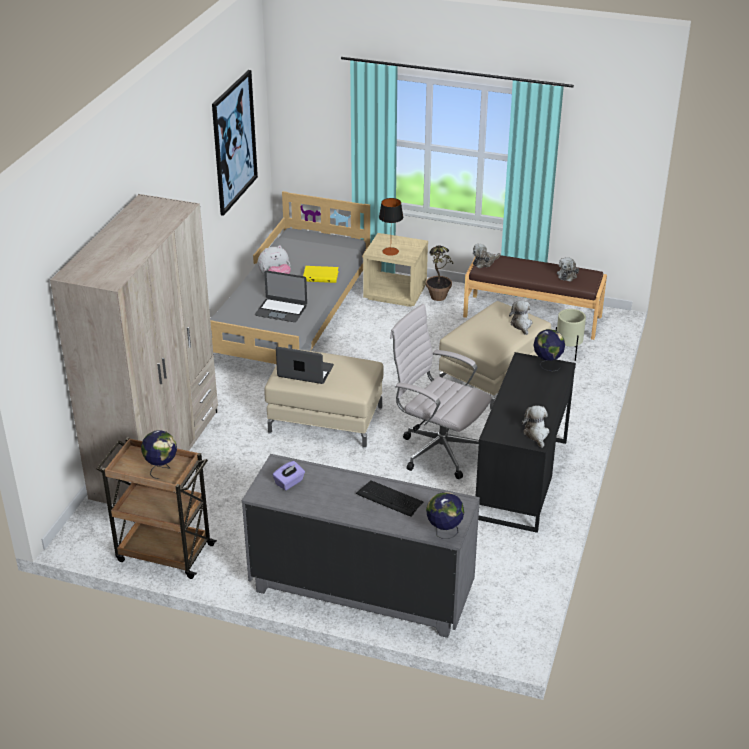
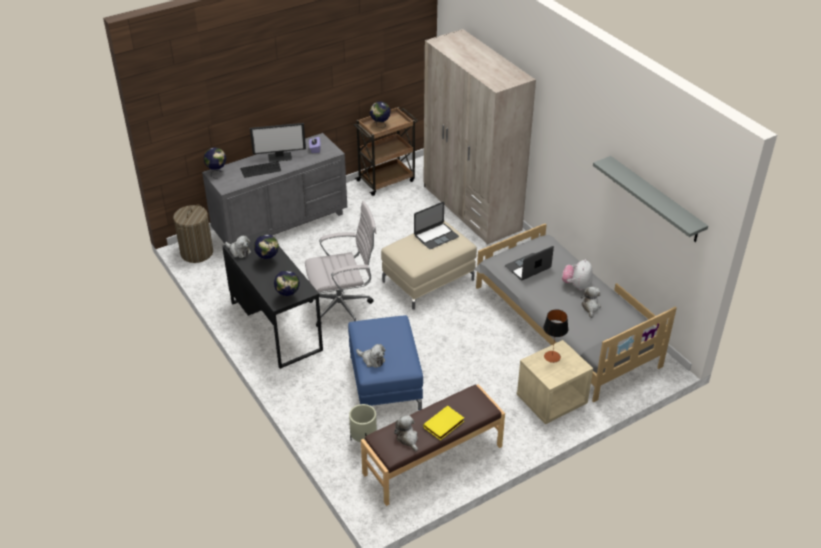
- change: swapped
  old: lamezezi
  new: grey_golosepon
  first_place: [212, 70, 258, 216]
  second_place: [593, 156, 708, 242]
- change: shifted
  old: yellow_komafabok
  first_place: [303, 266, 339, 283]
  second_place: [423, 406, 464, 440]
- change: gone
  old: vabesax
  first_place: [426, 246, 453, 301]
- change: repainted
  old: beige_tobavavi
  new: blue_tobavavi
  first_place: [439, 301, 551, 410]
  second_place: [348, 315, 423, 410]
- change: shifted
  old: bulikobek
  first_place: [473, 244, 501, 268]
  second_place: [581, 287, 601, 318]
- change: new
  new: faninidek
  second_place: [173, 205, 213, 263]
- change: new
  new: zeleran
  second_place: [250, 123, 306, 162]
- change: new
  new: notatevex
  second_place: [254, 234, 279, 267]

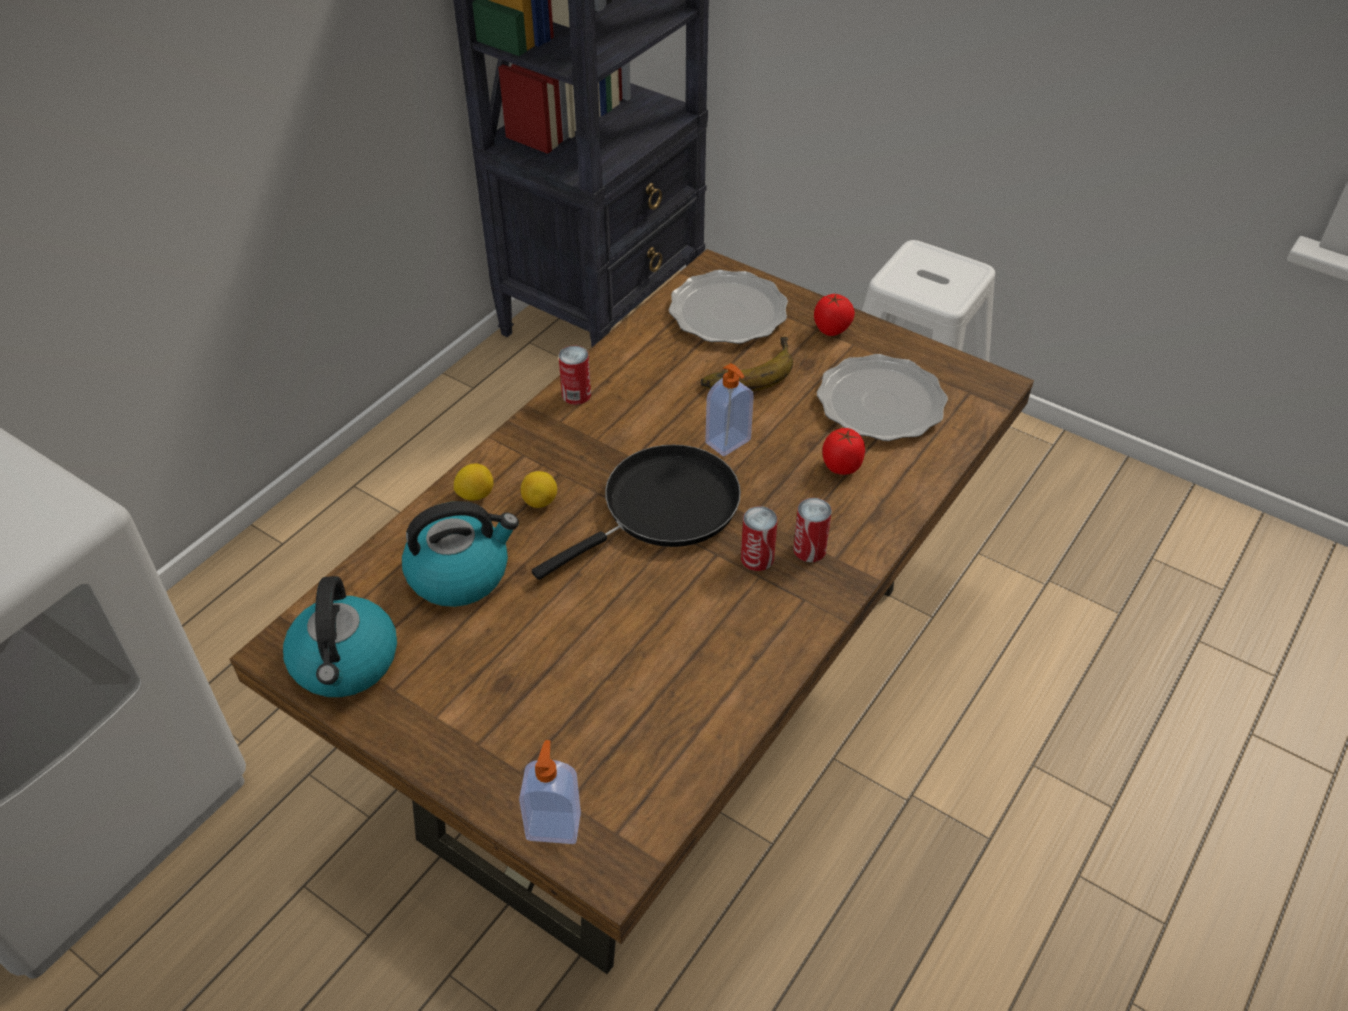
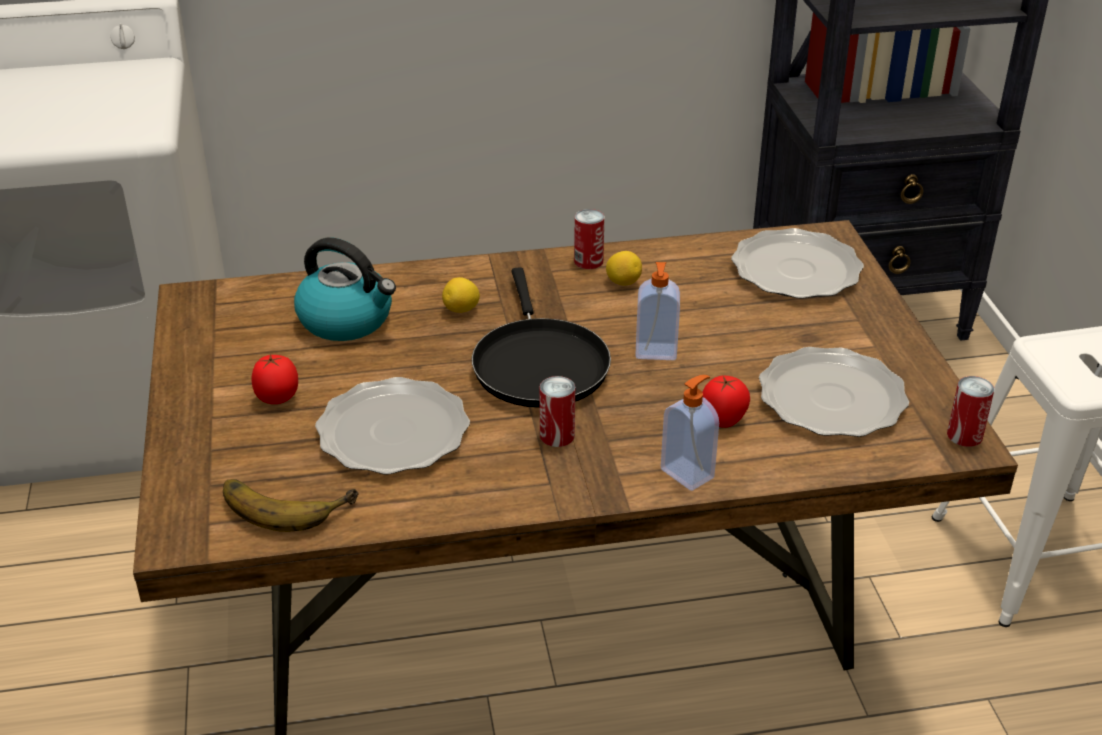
- change: gone
  old: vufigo
  first_place: [283, 576, 397, 697]
- change: shifted
  old: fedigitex
  first_place: [454, 464, 494, 501]
  second_place: [606, 251, 642, 285]
- change: shifted
  old: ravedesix
  first_place: [519, 740, 581, 844]
  second_place: [661, 375, 719, 491]
- change: rotated
  old: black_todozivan
  first_place: [532, 445, 741, 580]
  second_place: [472, 267, 611, 408]
  degrees: 75
- change: shifted
  old: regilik
  first_place: [700, 337, 793, 391]
  second_place: [223, 479, 359, 532]
- change: shifted
  old: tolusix
  first_place: [793, 498, 832, 562]
  second_place: [947, 376, 995, 447]
- change: shifted
  old: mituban
  first_place: [814, 294, 855, 336]
  second_place: [251, 353, 298, 404]
- change: new
  new: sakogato
  second_place: [315, 377, 470, 474]

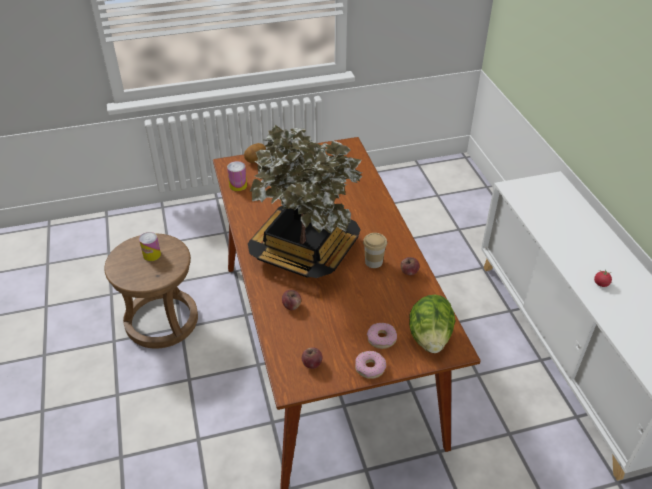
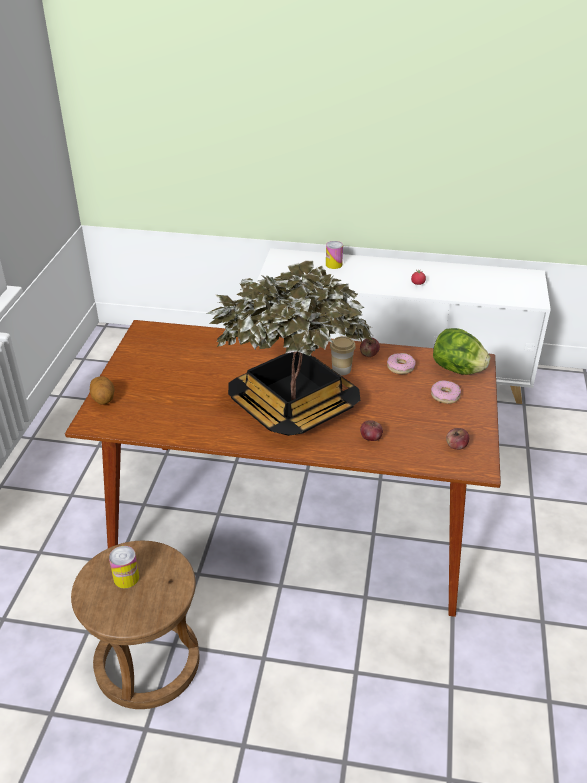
- change: shifted
  old: tolusix
  first_place: [227, 161, 247, 191]
  second_place: [326, 241, 343, 269]
- change: shifted
  old: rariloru
  first_place: [355, 351, 386, 379]
  second_place: [387, 353, 416, 374]

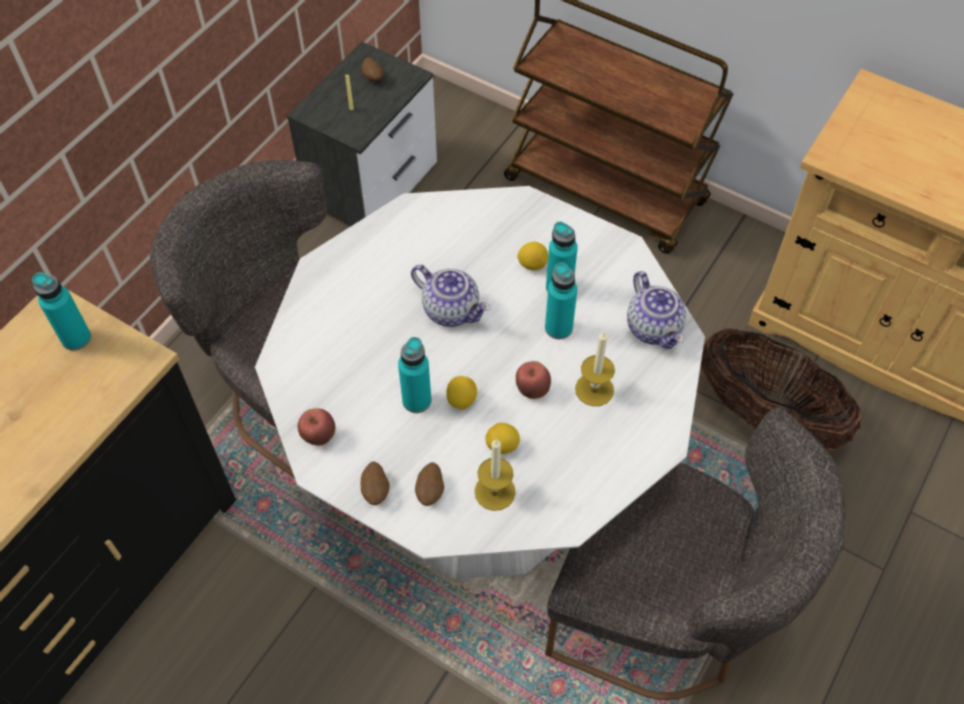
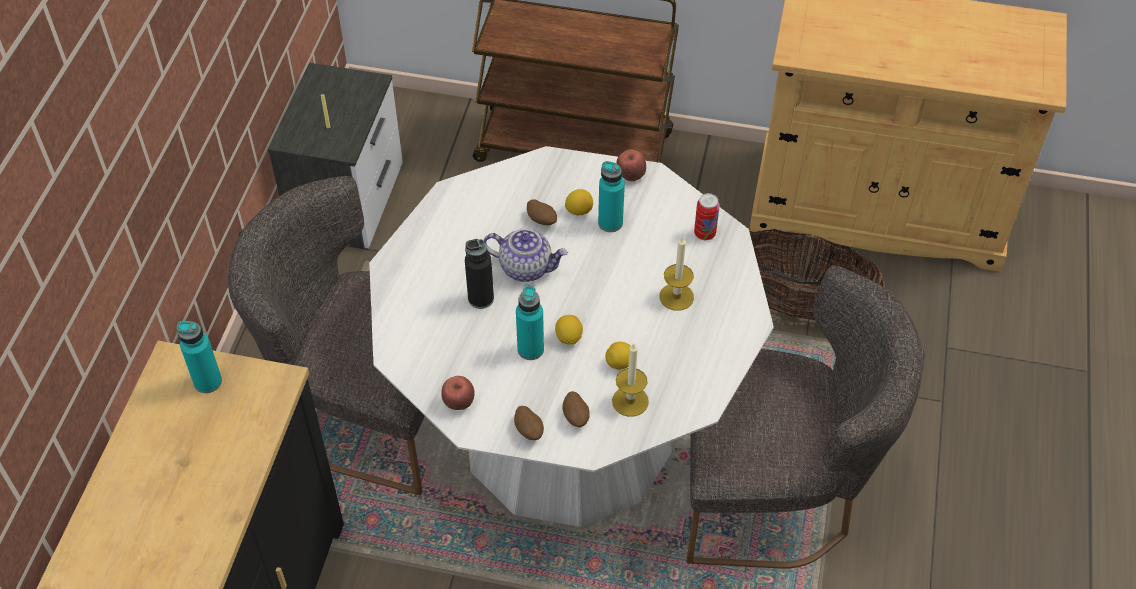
- change: shifted
  old: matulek
  first_place: [362, 57, 383, 81]
  second_place: [527, 199, 557, 225]
- change: shifted
  old: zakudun
  first_place: [516, 361, 551, 399]
  second_place: [616, 149, 646, 181]
- change: gone
  old: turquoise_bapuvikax
  first_place: [545, 262, 577, 339]
- change: swapped
  old: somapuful
  new: tolusix
  first_place: [627, 271, 686, 349]
  second_place: [694, 193, 720, 240]
- change: new
  new: black_bapuvikax
  second_place: [465, 239, 494, 309]

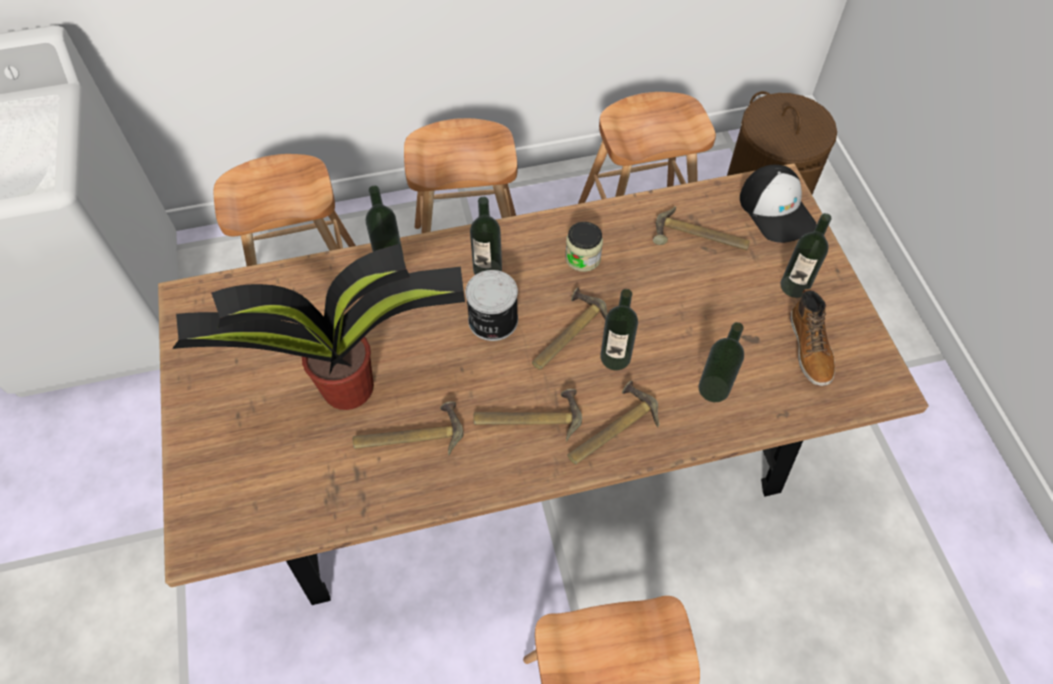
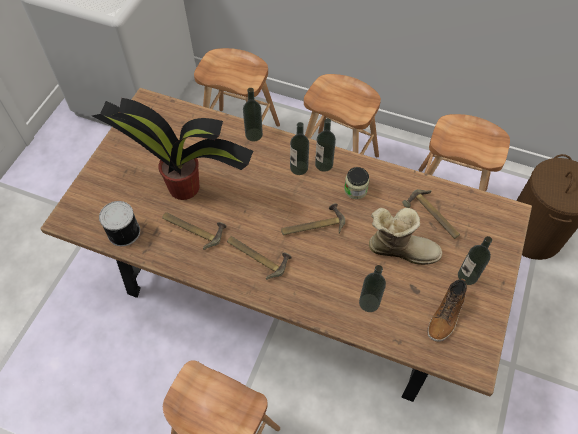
- change: shifted
  old: tolusix
  first_place: [465, 270, 518, 341]
  second_place: [99, 201, 140, 246]
- change: gone
  old: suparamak
  first_place: [568, 380, 659, 464]
- change: shifted
  old: bapuvikax
  first_place: [600, 289, 638, 370]
  second_place: [315, 118, 336, 172]
- change: gone
  old: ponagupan
  first_place: [740, 165, 817, 243]
- change: new
  new: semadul
  second_place: [369, 208, 442, 265]

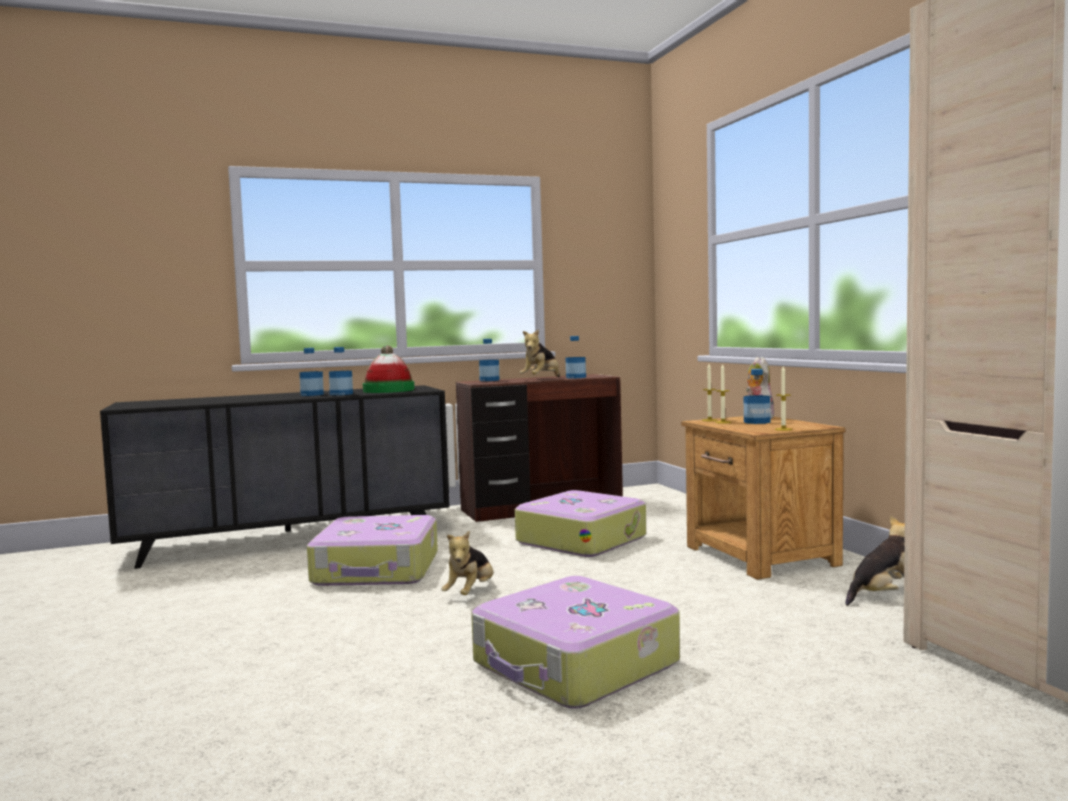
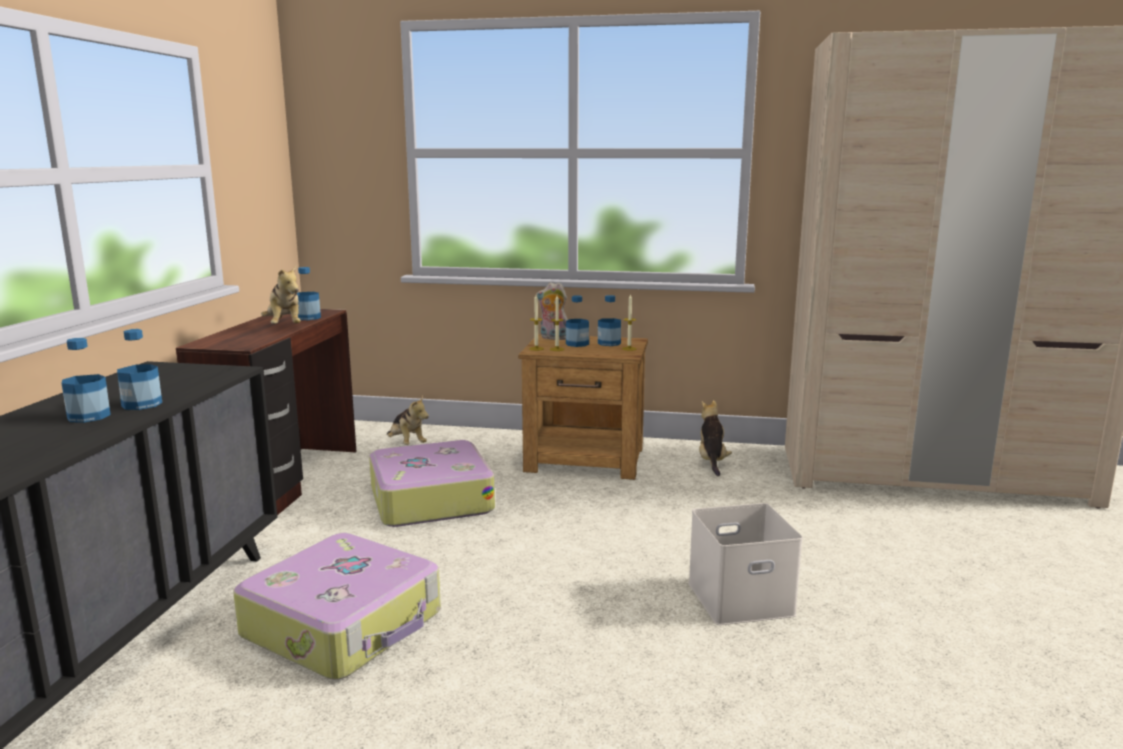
- change: gone
  old: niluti
  first_place: [363, 345, 415, 393]
- change: shifted
  old: bulikobek
  first_place: [441, 530, 493, 595]
  second_place: [387, 396, 429, 445]
- change: swapped
  old: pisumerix
  new: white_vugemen
  first_place: [471, 576, 680, 709]
  second_place: [688, 503, 803, 625]
- change: shifted
  old: bapuvikax
  first_place: [479, 339, 499, 381]
  second_place: [598, 295, 621, 346]

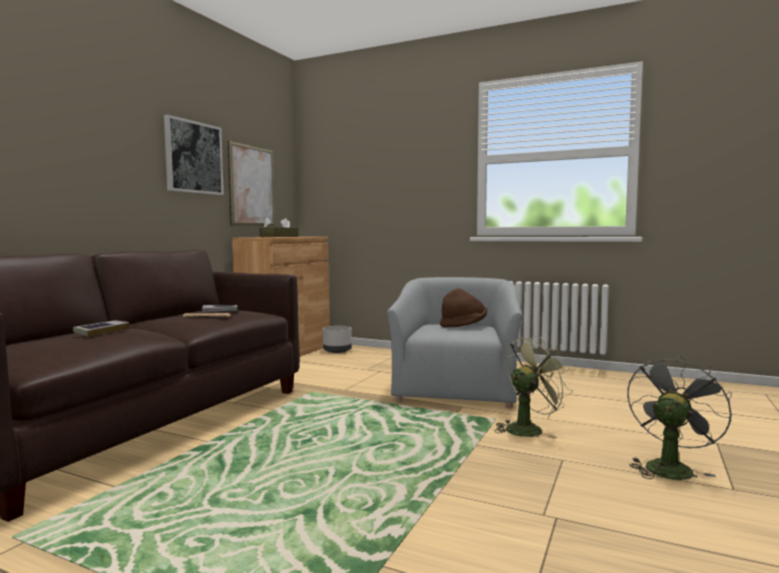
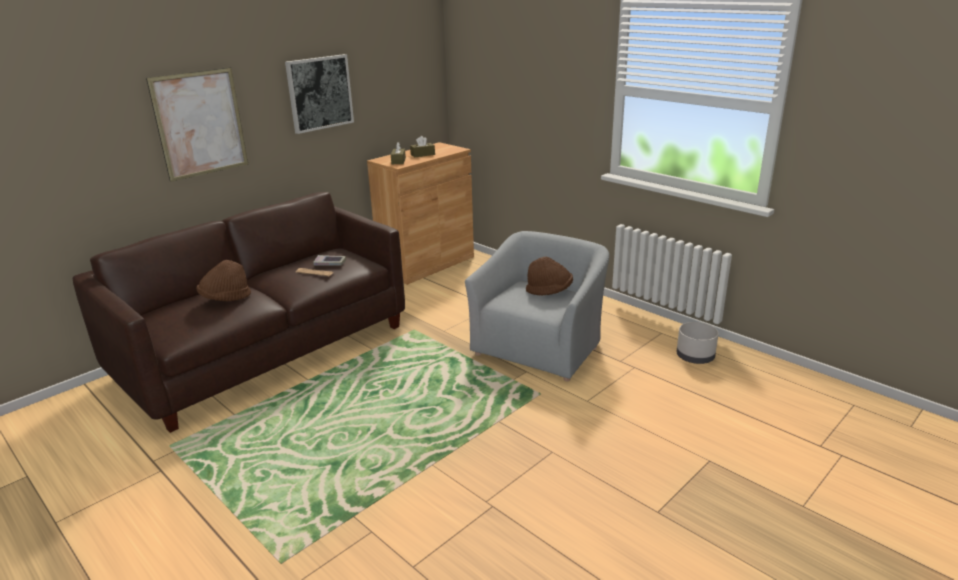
- change: swapped
  old: komafabok
  new: brown_niluti
  first_place: [73, 321, 129, 337]
  second_place: [196, 260, 251, 301]
- change: shifted
  old: lamezezi
  first_place: [228, 141, 275, 226]
  second_place: [146, 67, 248, 182]
- change: shifted
  old: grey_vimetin
  first_place: [323, 326, 352, 353]
  second_place: [677, 322, 719, 364]
- change: gone
  old: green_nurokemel
  first_place: [495, 335, 573, 439]
- change: gone
  old: grey_nurokemel
  first_place: [627, 355, 732, 480]

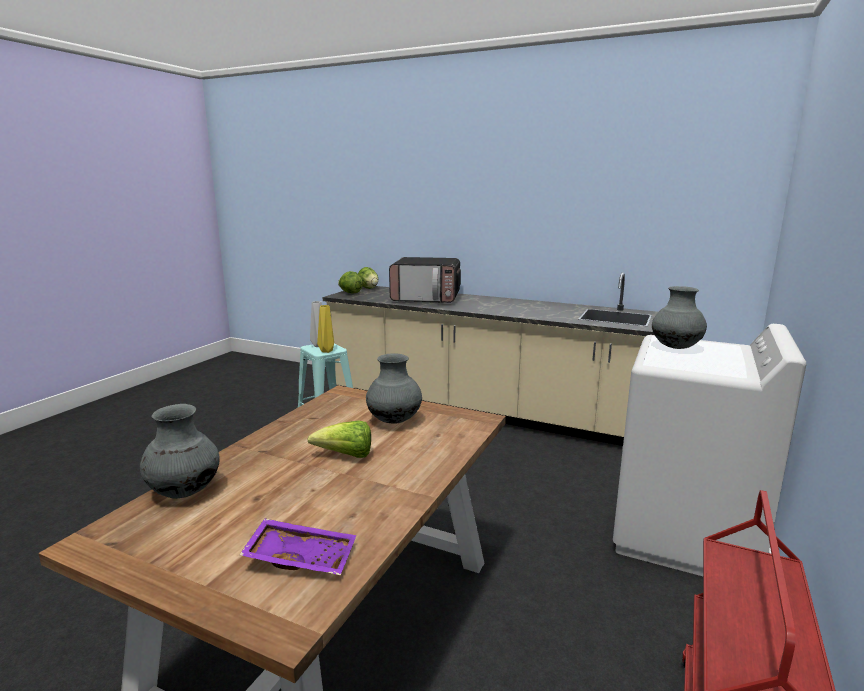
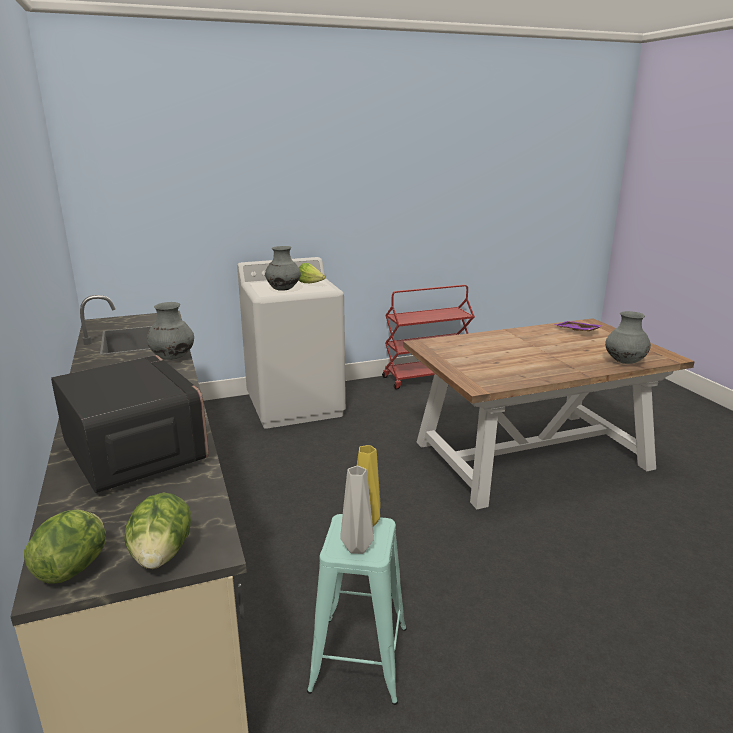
- change: shifted
  old: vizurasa
  first_place: [307, 420, 371, 458]
  second_place: [299, 263, 325, 284]
- change: shifted
  old: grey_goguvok
  first_place: [366, 353, 422, 424]
  second_place: [147, 302, 194, 360]

